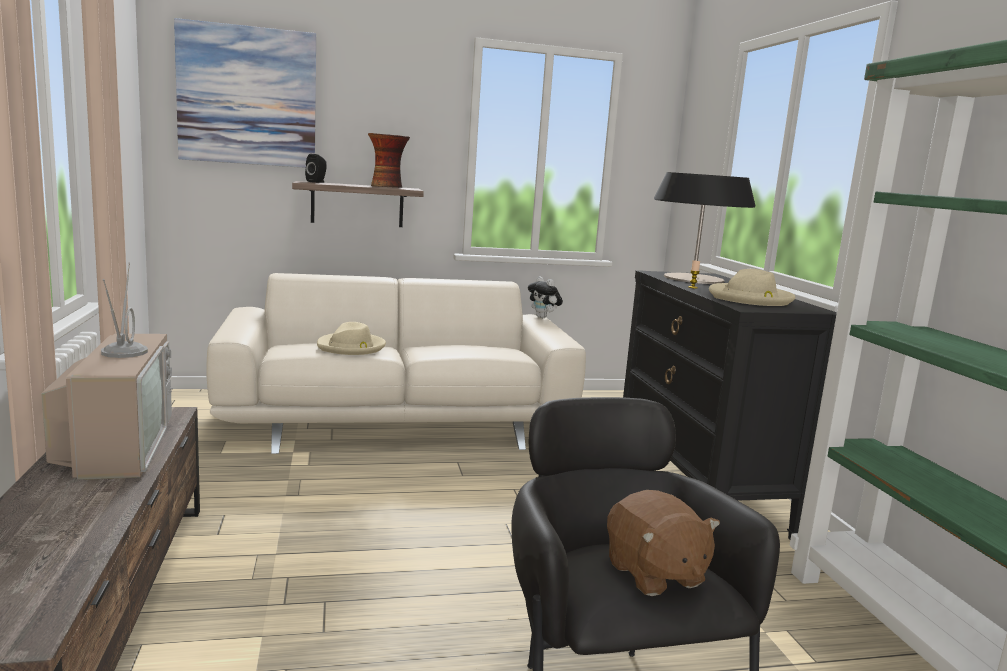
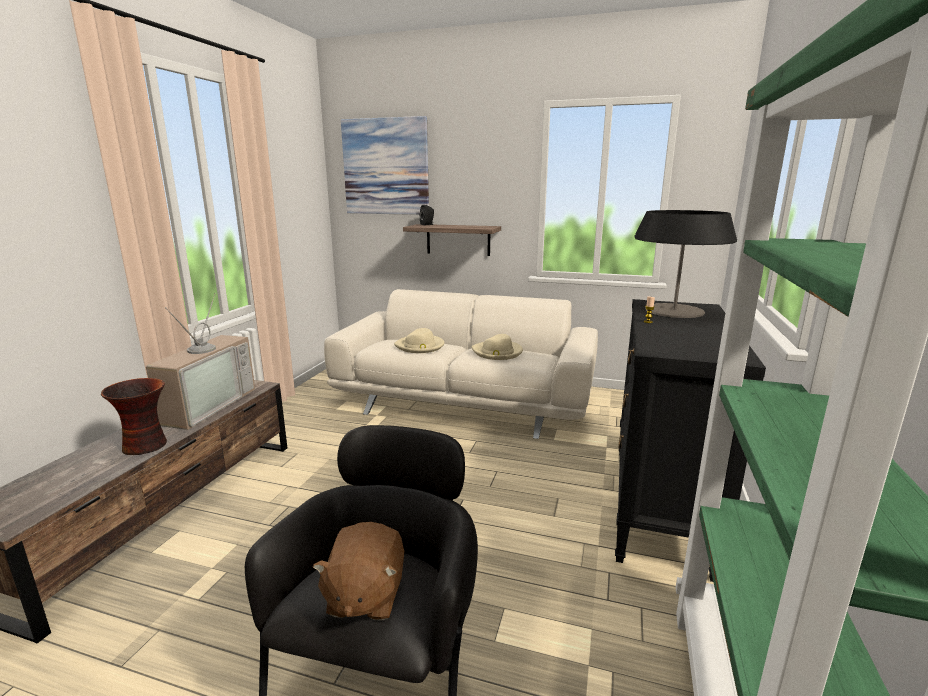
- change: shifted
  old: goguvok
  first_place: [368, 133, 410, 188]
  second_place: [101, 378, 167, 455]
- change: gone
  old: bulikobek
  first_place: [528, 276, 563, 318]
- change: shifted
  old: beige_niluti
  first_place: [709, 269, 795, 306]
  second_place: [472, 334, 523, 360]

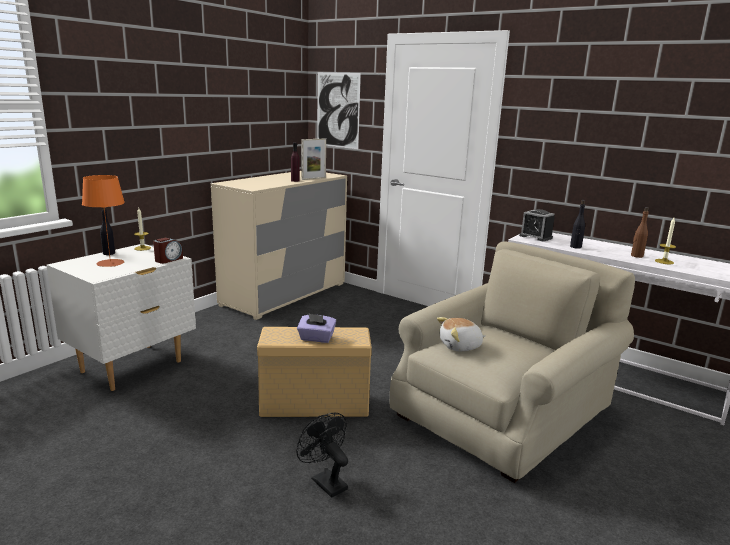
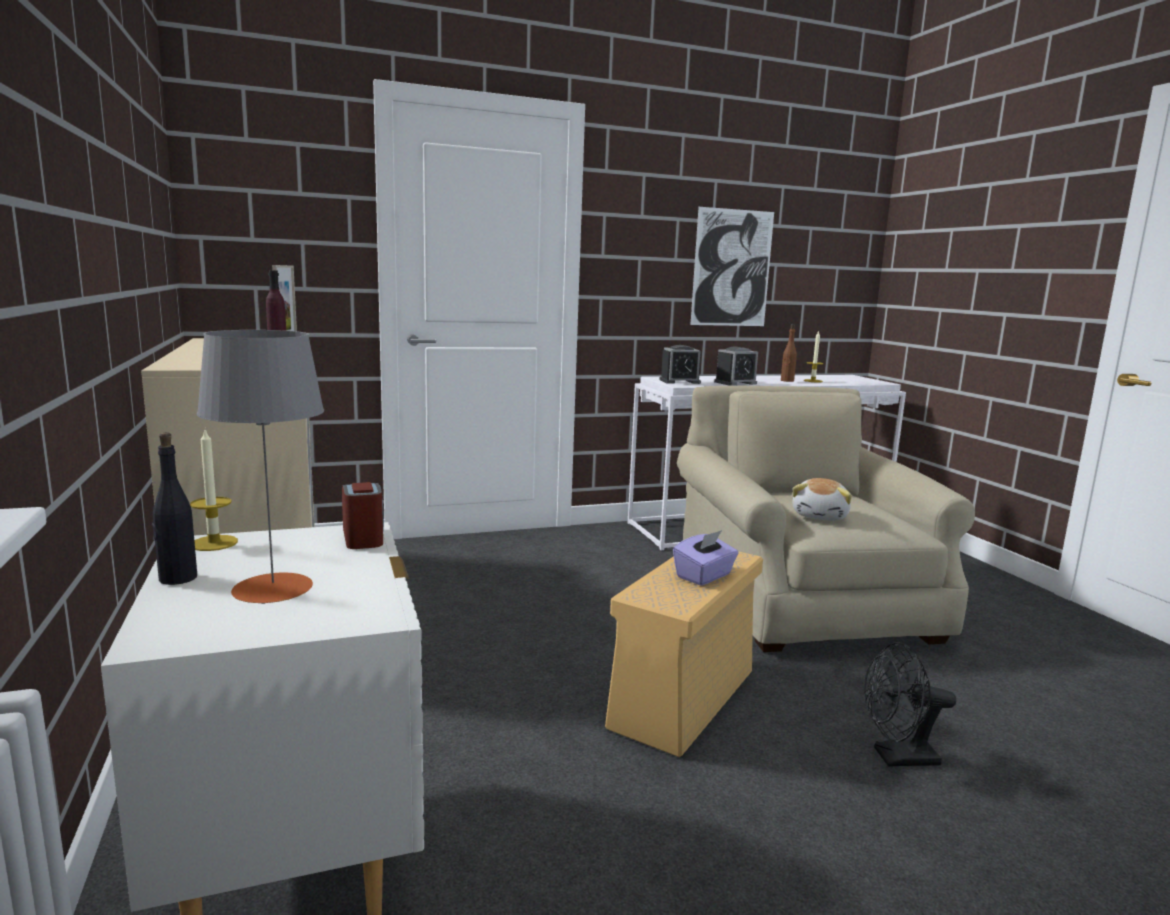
- change: repainted
  old: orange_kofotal
  new: grey_kofotal
  first_place: [82, 175, 125, 267]
  second_place: [197, 330, 324, 604]
- change: shifted
  old: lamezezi
  first_place: [317, 72, 361, 149]
  second_place: [690, 207, 774, 326]
- change: swapped
  old: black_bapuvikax
  new: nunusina
  first_place: [570, 200, 585, 249]
  second_place: [714, 346, 758, 386]

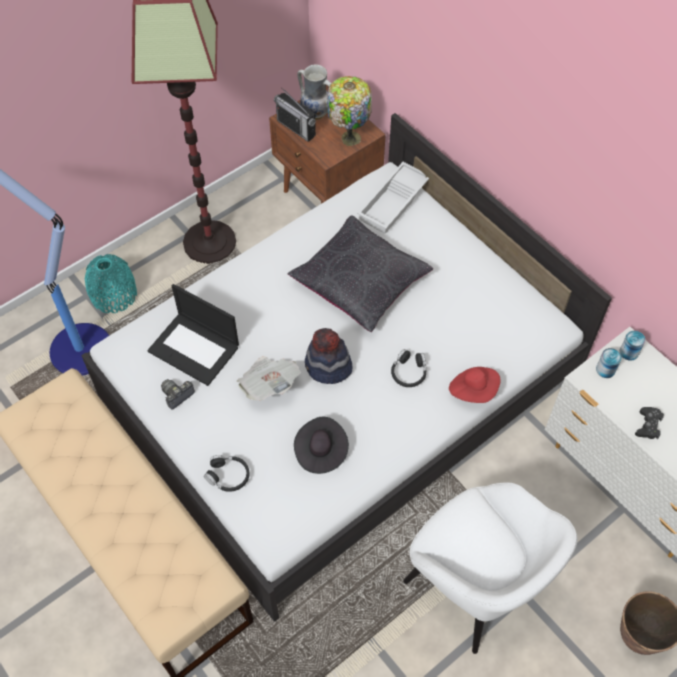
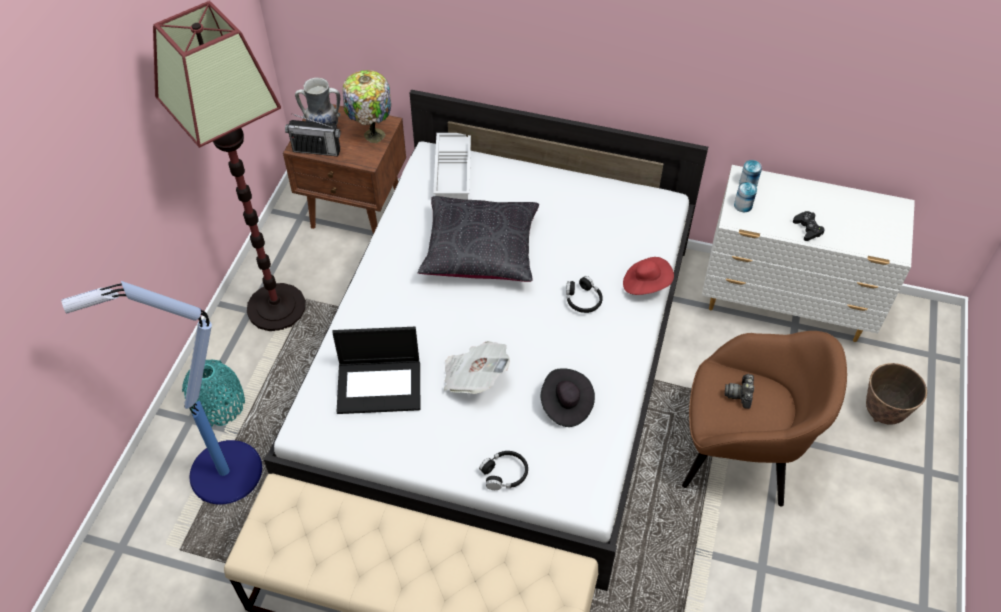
- change: shifted
  old: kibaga
  first_place: [161, 379, 195, 409]
  second_place: [724, 374, 754, 409]
- change: gone
  old: niluti
  first_place: [305, 328, 352, 384]
- change: repainted
  old: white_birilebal
  new: brown_birilebal
  first_place: [403, 482, 578, 654]
  second_place: [682, 331, 847, 507]

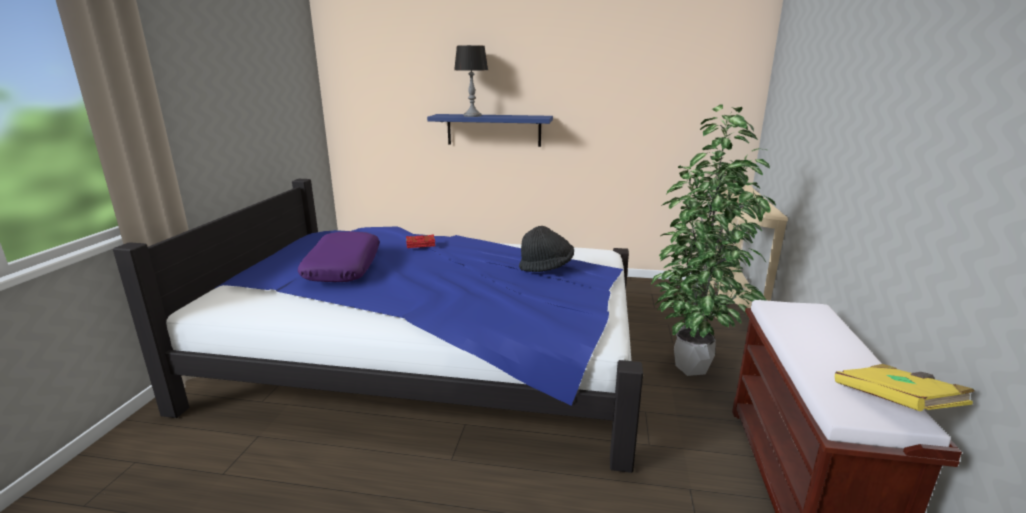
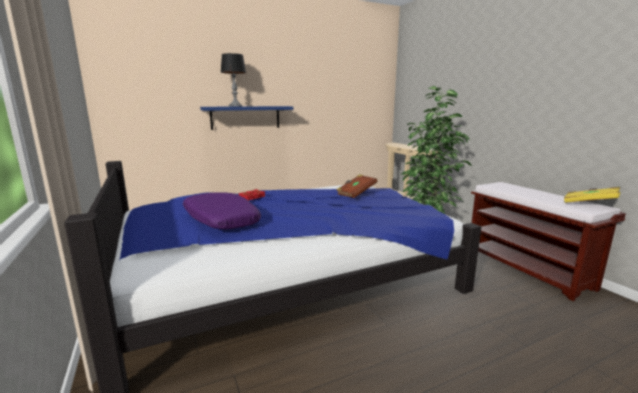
- change: swapped
  old: black_niluti
  new: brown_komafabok
  first_place: [519, 226, 574, 272]
  second_place: [336, 174, 377, 198]

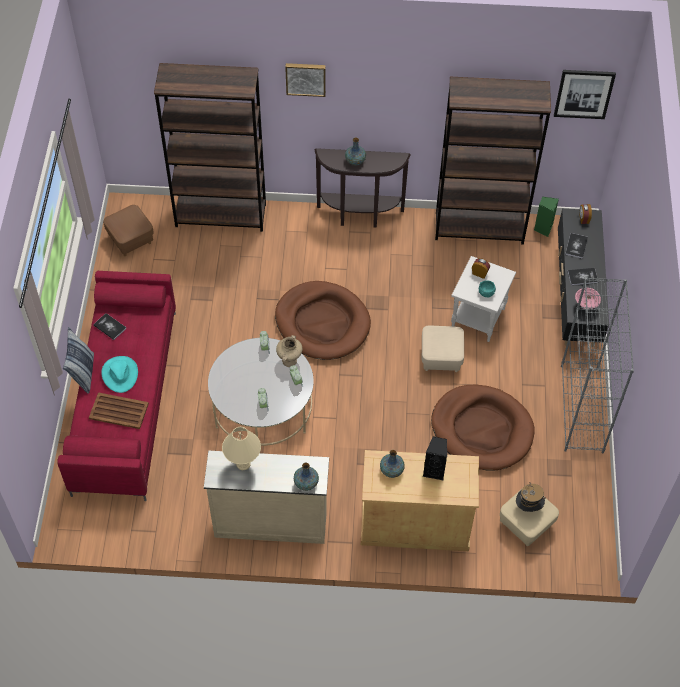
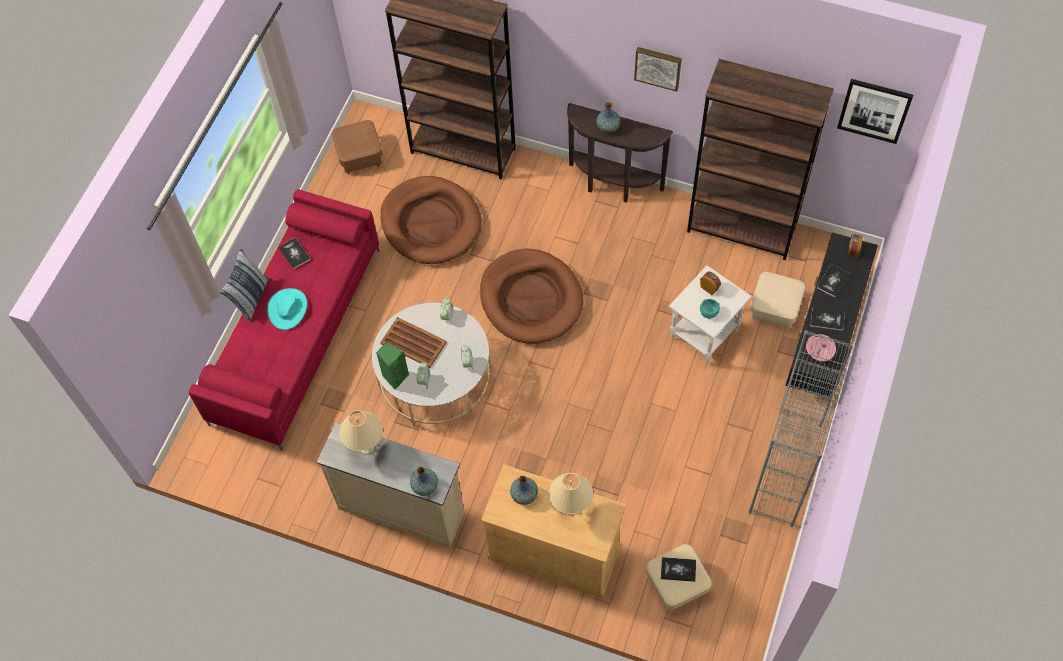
- change: shifted
  old: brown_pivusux
  first_place: [89, 392, 149, 429]
  second_place: [380, 317, 447, 368]
- change: gone
  old: beige_goguvok
  first_place: [276, 335, 303, 367]
- change: shifted
  old: lamezezi
  first_place: [285, 63, 326, 97]
  second_place: [634, 47, 682, 92]
- change: shifted
  old: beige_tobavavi
  first_place: [422, 325, 464, 372]
  second_place: [750, 272, 805, 330]
- change: swapped
  old: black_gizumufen
  new: beige_kofotal
  first_place: [423, 436, 447, 481]
  second_place: [549, 473, 593, 516]
- change: shifted
  old: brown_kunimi
  first_place: [431, 384, 535, 471]
  second_place: [381, 176, 482, 264]
- change: swapped
  old: niluti
  new: komafabok
  first_place: [516, 482, 546, 512]
  second_place: [661, 557, 696, 582]
- change: shifted
  old: green_gizumufen
  first_place: [534, 197, 559, 237]
  second_place: [376, 343, 409, 390]

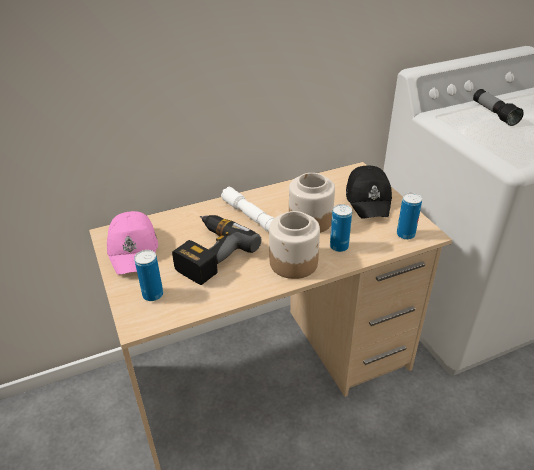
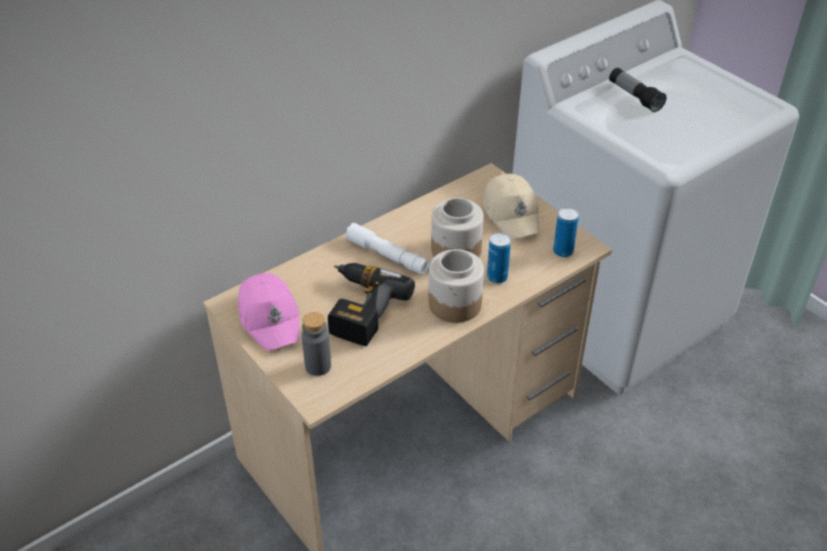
- change: swapped
  old: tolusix
  new: grey_bapuvikax
  first_place: [134, 250, 163, 301]
  second_place: [302, 312, 331, 376]
- change: repainted
  old: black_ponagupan
  new: beige_ponagupan
  first_place: [346, 166, 392, 219]
  second_place: [483, 174, 540, 239]

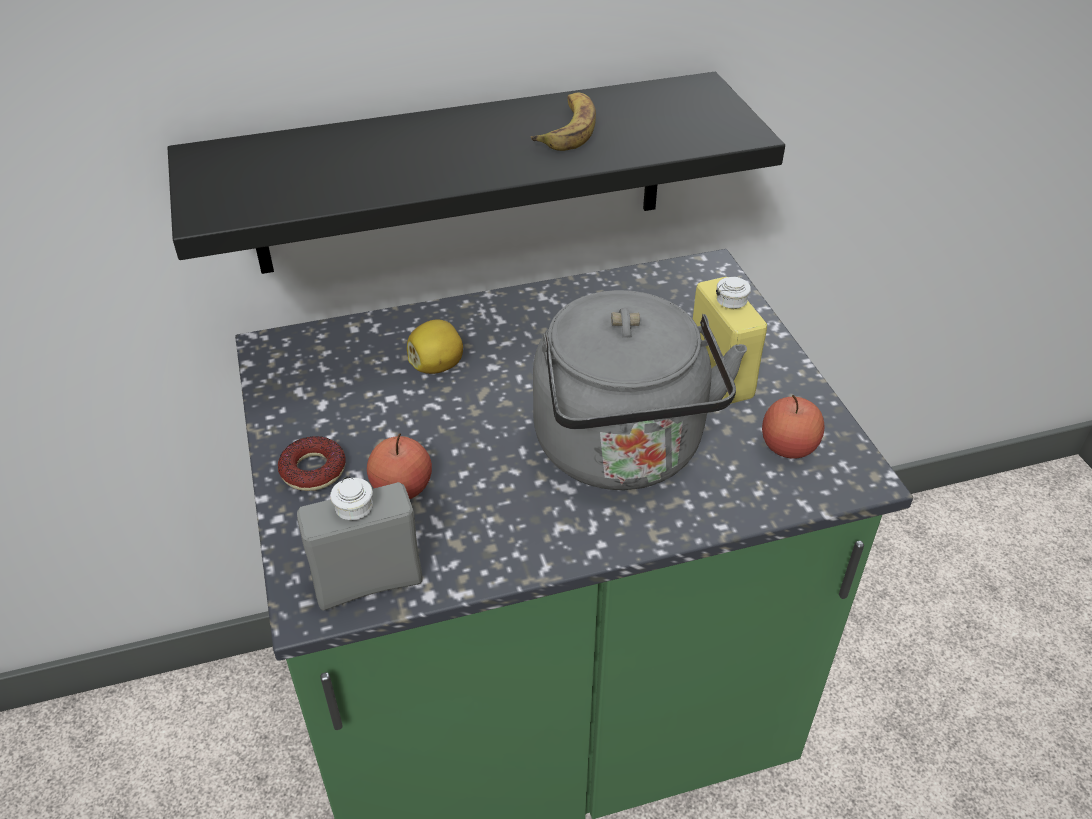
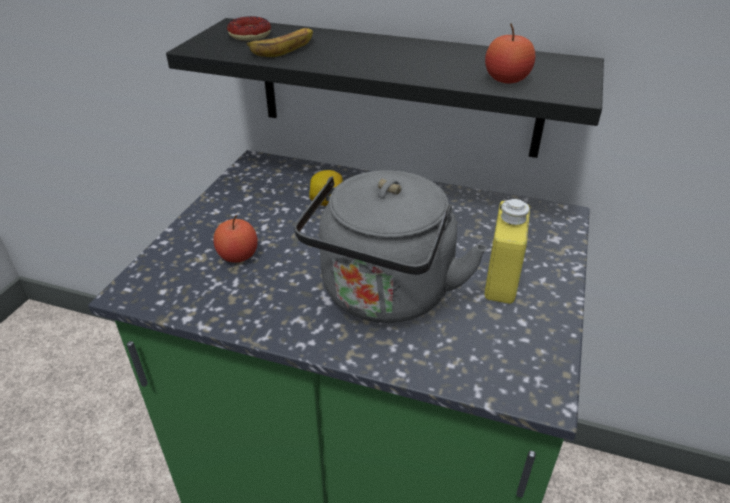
- change: shifted
  old: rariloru
  first_place: [278, 436, 346, 491]
  second_place: [227, 16, 271, 41]
- change: gone
  old: grey_bapuvikax
  first_place: [297, 476, 423, 611]
- change: shifted
  old: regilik
  first_place: [531, 93, 596, 151]
  second_place: [247, 28, 313, 57]
- change: shifted
  old: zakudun
  first_place: [762, 395, 825, 459]
  second_place: [485, 23, 535, 84]

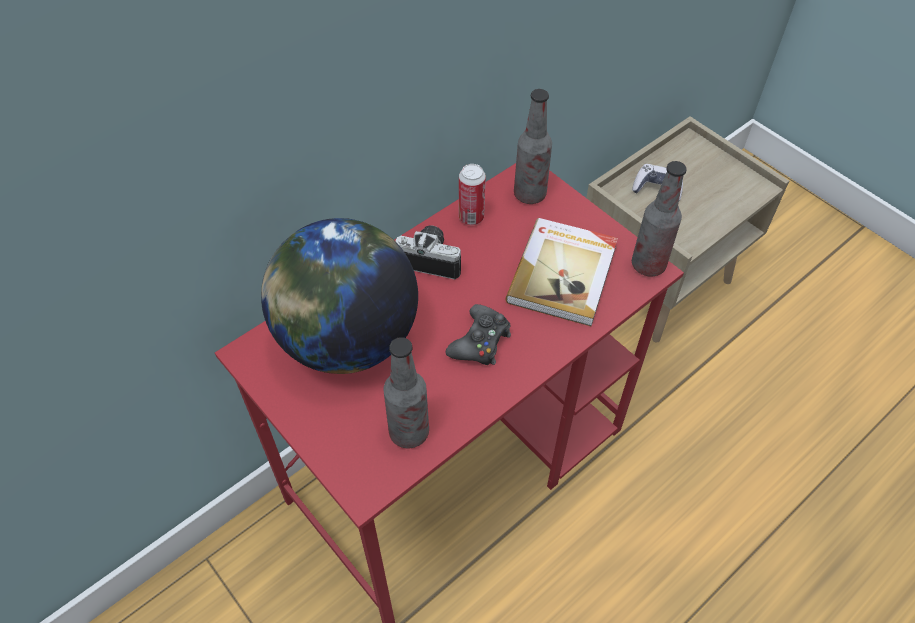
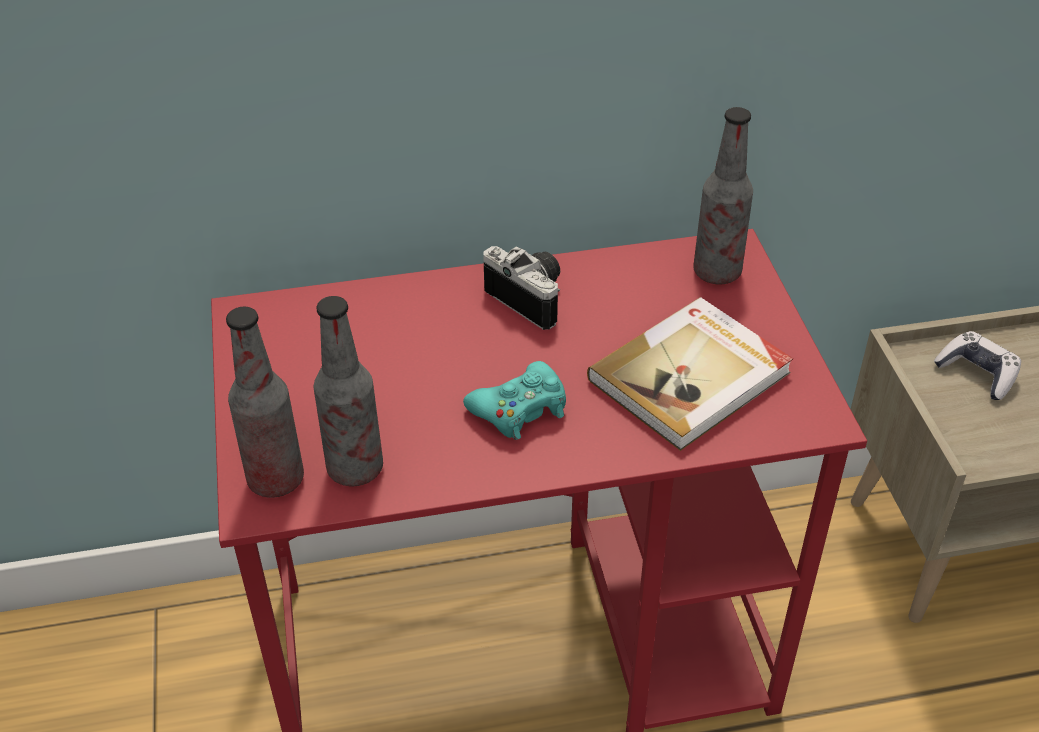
- change: gone
  old: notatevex
  first_place: [261, 218, 418, 374]
- change: repainted
  old: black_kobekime
  new: turquoise_kobekime
  first_place: [446, 304, 511, 365]
  second_place: [463, 361, 566, 440]
- change: gone
  old: tolusix
  first_place: [459, 164, 486, 225]
- change: shifted
  old: bapuvikax
  first_place: [632, 161, 687, 277]
  second_place: [226, 307, 304, 498]

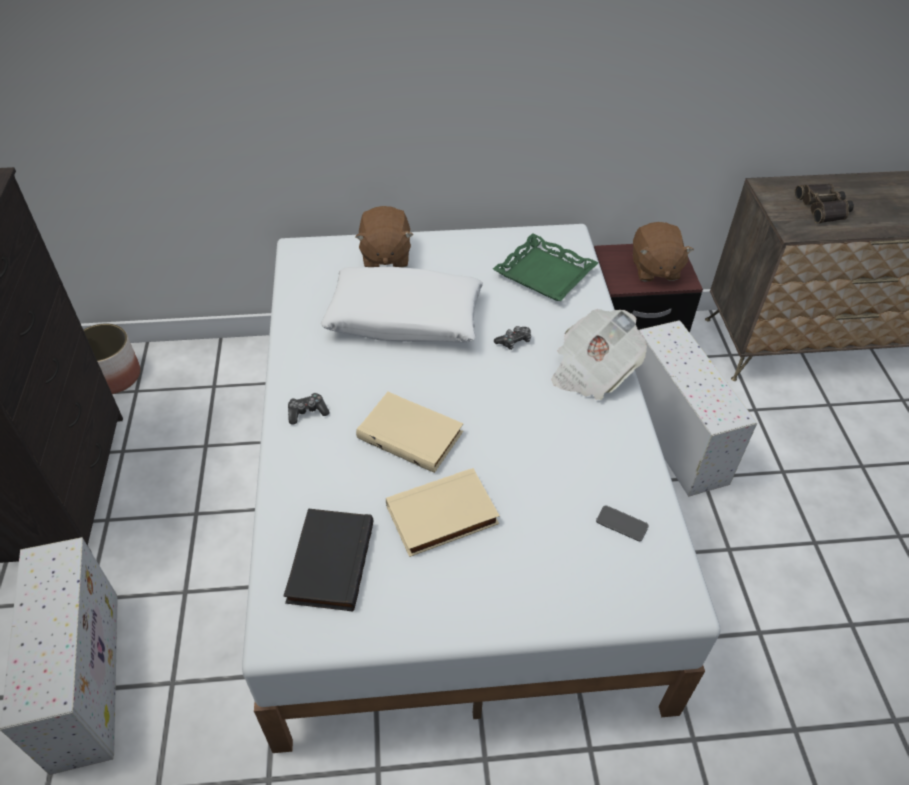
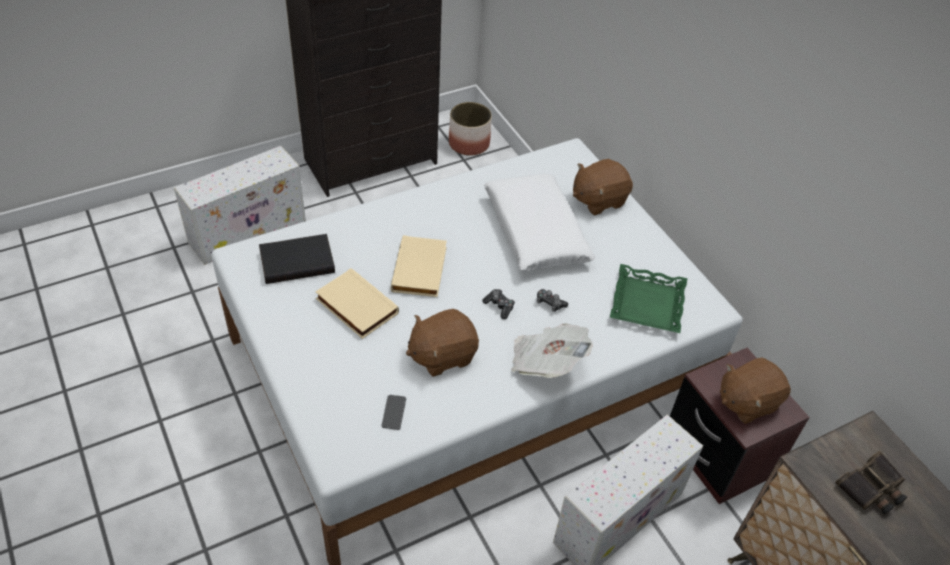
- change: shifted
  old: kobekime
  first_place: [288, 393, 329, 425]
  second_place: [482, 289, 515, 319]
- change: new
  new: brown_bulikobek
  second_place: [406, 309, 479, 377]

